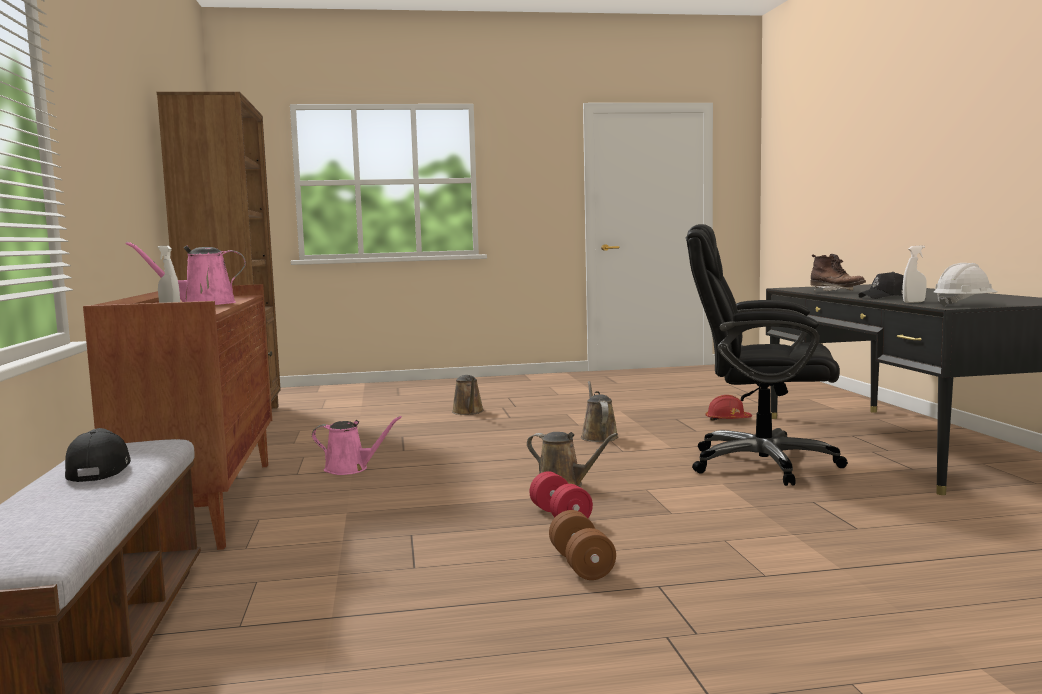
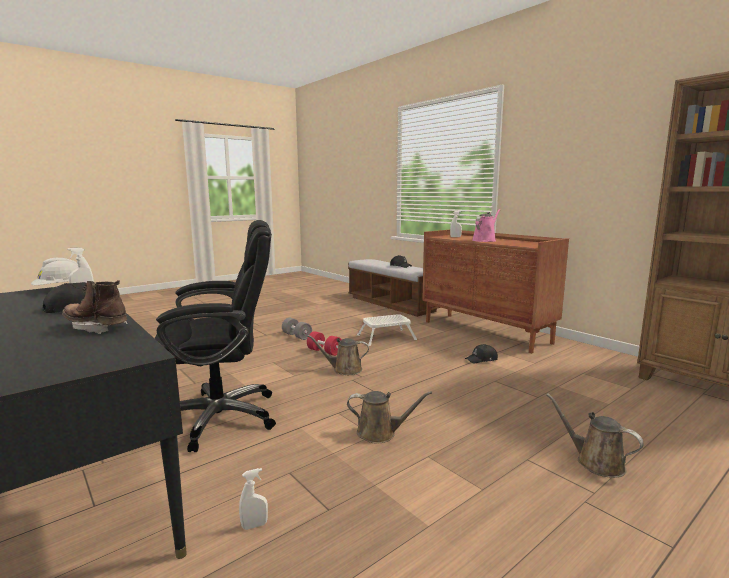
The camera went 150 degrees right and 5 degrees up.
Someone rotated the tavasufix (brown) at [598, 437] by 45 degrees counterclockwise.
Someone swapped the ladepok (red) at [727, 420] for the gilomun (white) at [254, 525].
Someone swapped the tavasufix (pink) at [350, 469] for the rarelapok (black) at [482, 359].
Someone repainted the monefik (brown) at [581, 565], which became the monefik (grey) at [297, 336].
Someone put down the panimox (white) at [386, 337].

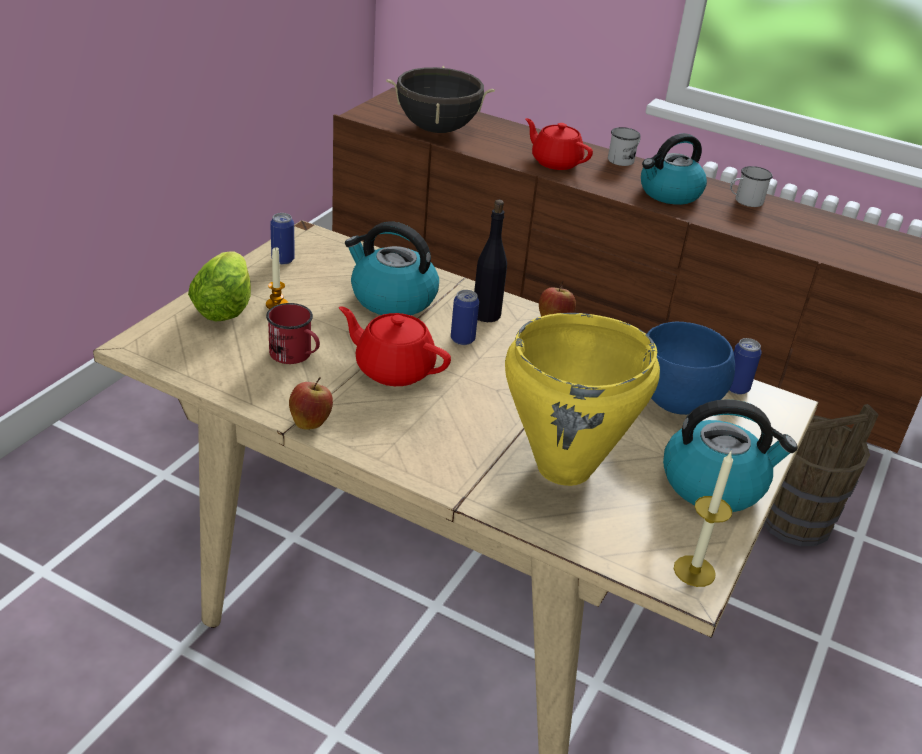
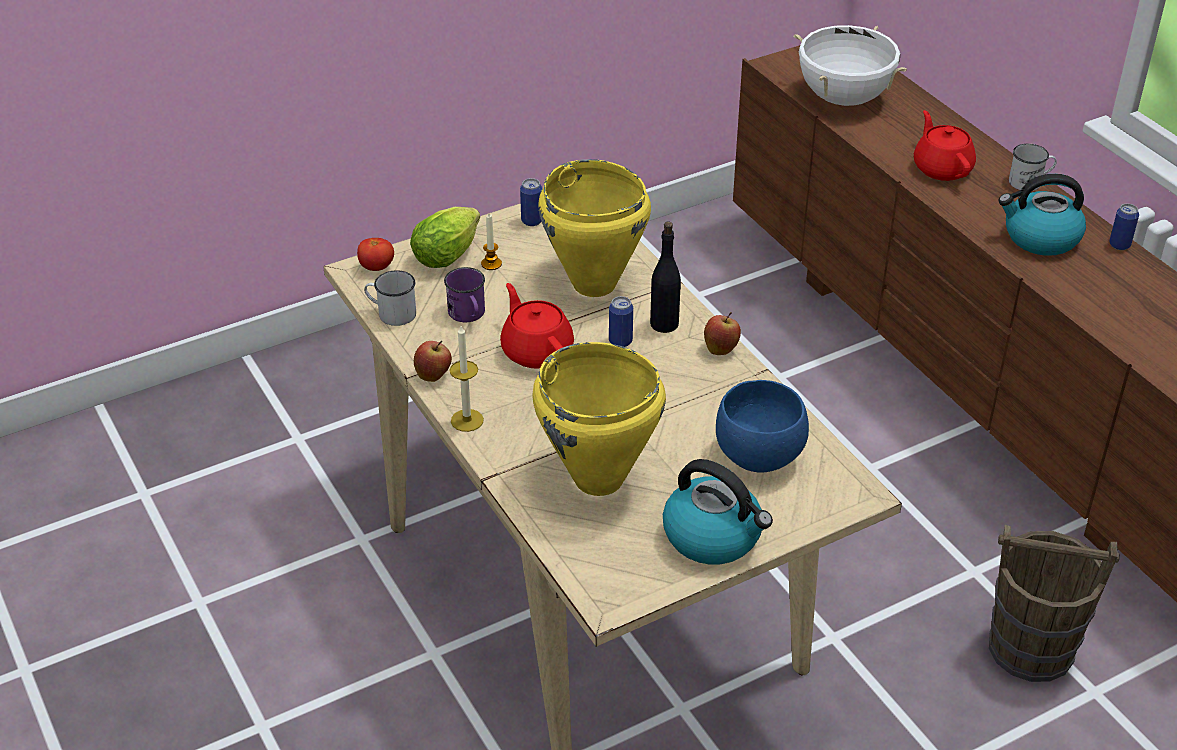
The camera went 35 degrees right and 5 degrees up.
Someone repainted the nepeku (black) at [437, 129], which became the nepeku (white) at [843, 98].
Someone carried the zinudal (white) from [744, 201] to [391, 313].
Someone swapped the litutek at [392, 298] for the nepeku (yellow) at [594, 284].
Someone repainted the zinudal (red) at [295, 355], which became the zinudal (purple) at [468, 315].
Someone carried the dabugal from [736, 388] to [1119, 245].
Someone carried the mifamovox from [694, 571] to [467, 420].
Someone put down the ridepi at [377, 267].

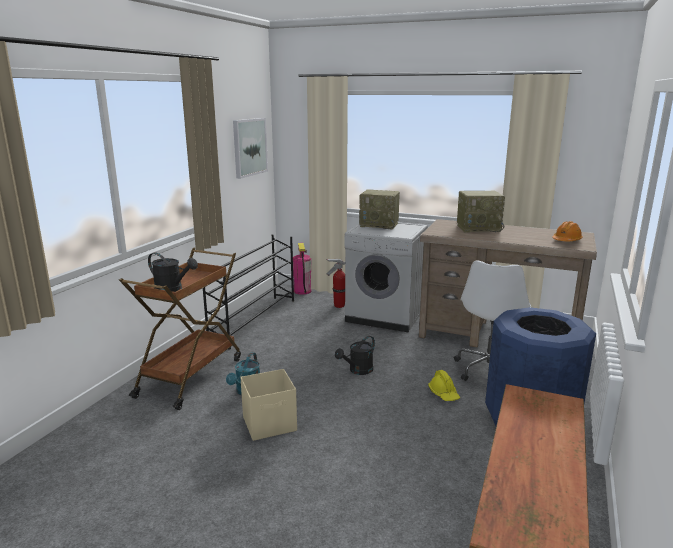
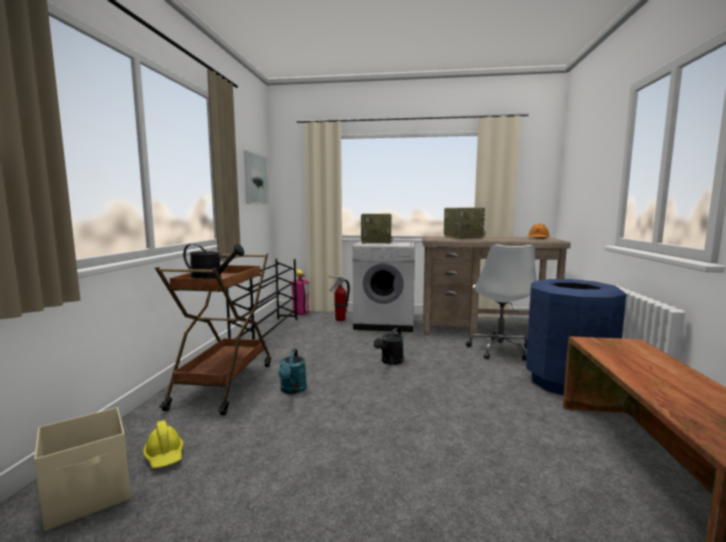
The camera went 15 degrees left and 10 degrees down.
Someone carried the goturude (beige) from [270, 424] to [90, 495].
Someone carried the ladepok (yellow) from [444, 394] to [164, 456].

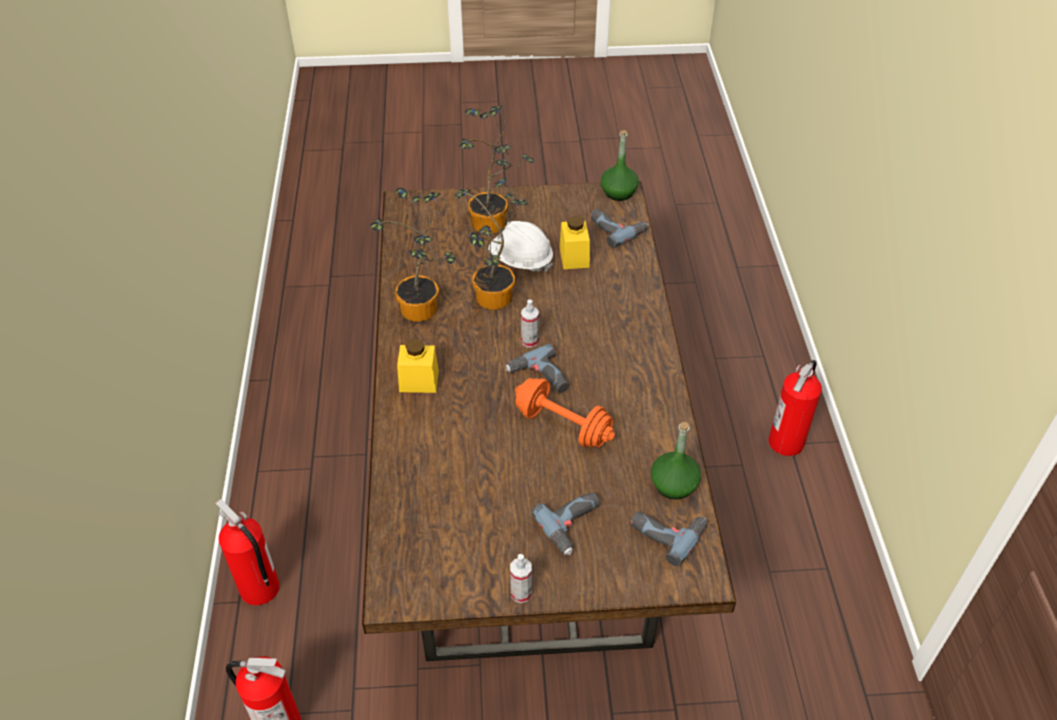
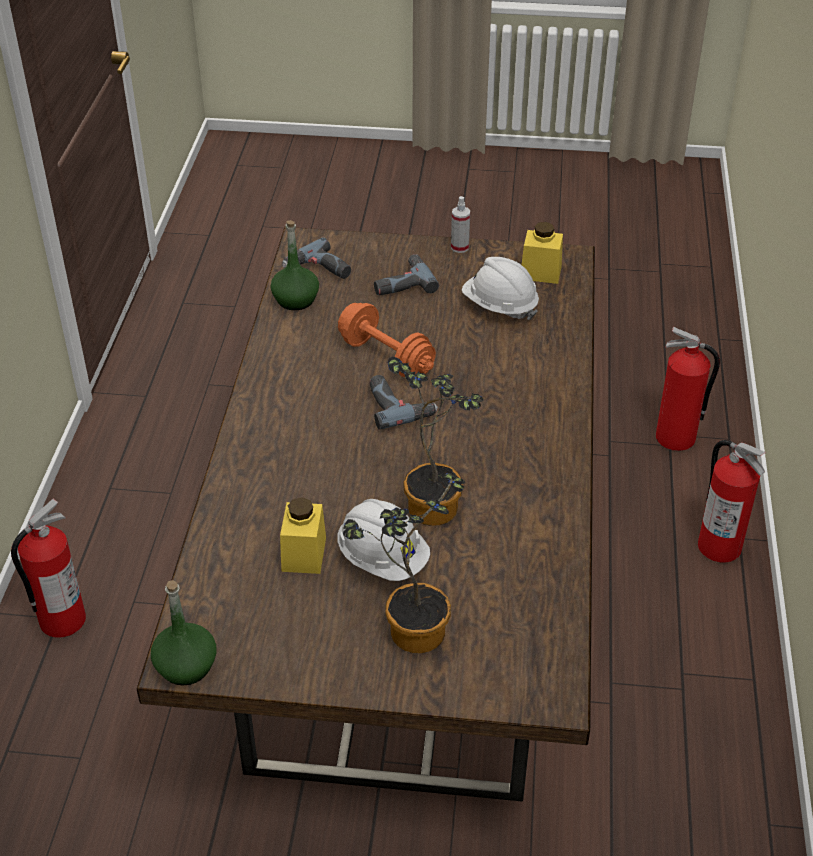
The camera went 170 degrees left and 5 degrees down.
Someone took away the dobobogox at [423, 312].
Someone took away the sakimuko at [616, 228].
Someone took away the gilomun at [529, 341].
Someone carried the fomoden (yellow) from [419, 381] to [540, 272].
Someone put down the ladepok (white) at [499, 306].

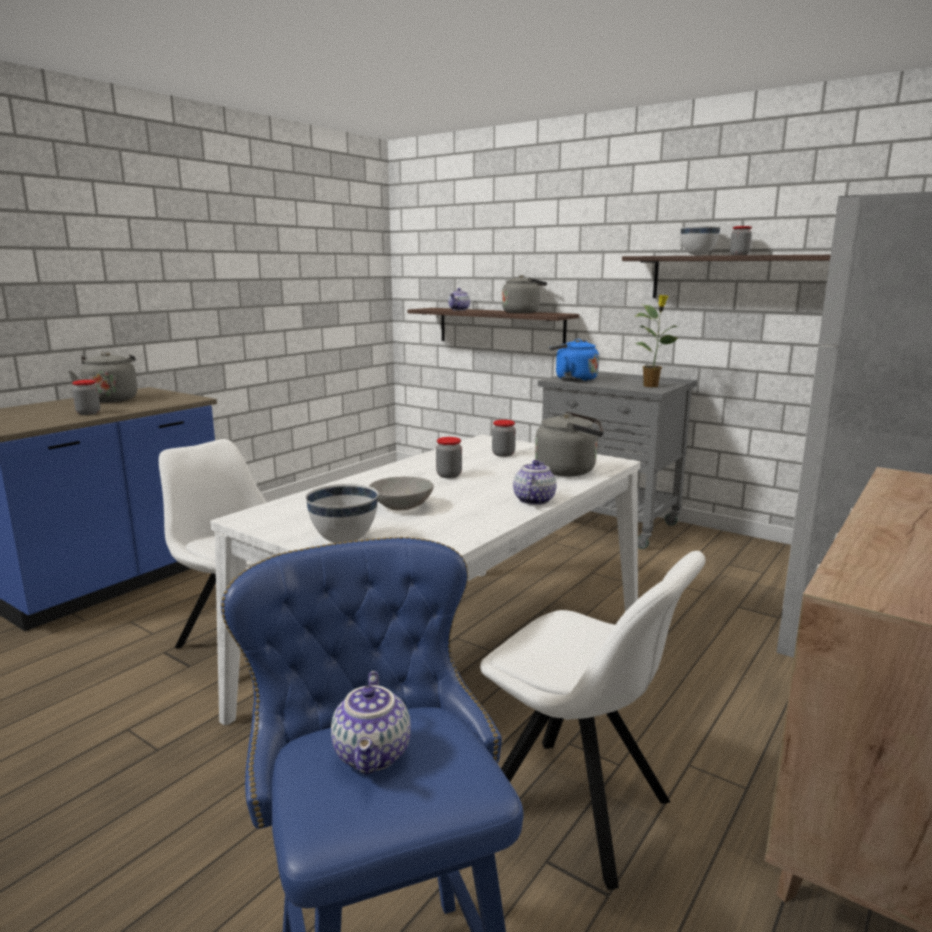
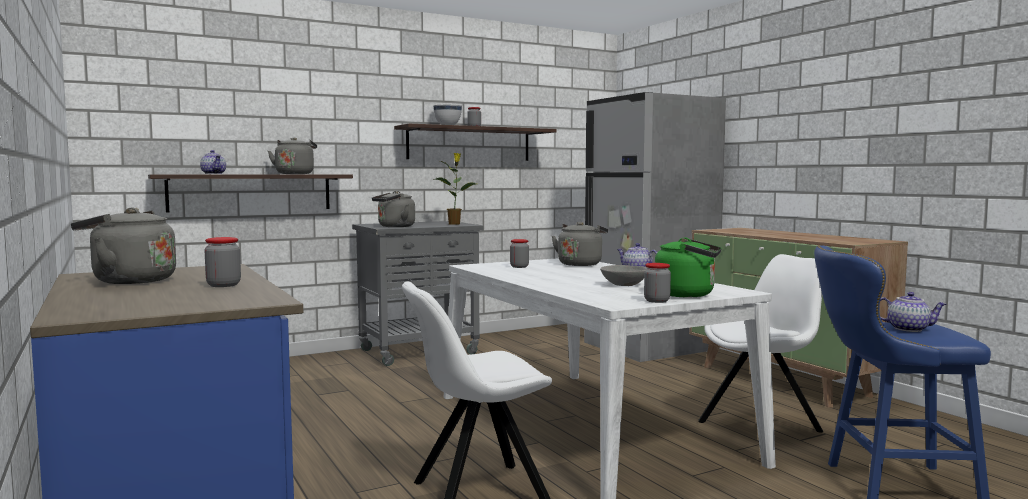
The camera went 65 degrees left and 10 degrees down.
Someone repainted the litutek (blue) at [573, 379], which became the litutek (grey) at [394, 226].
Someone carried the fomoden from [449, 475] to [656, 301].
Someone swapped the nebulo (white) at [344, 541] for the litutek (green) at [688, 294].

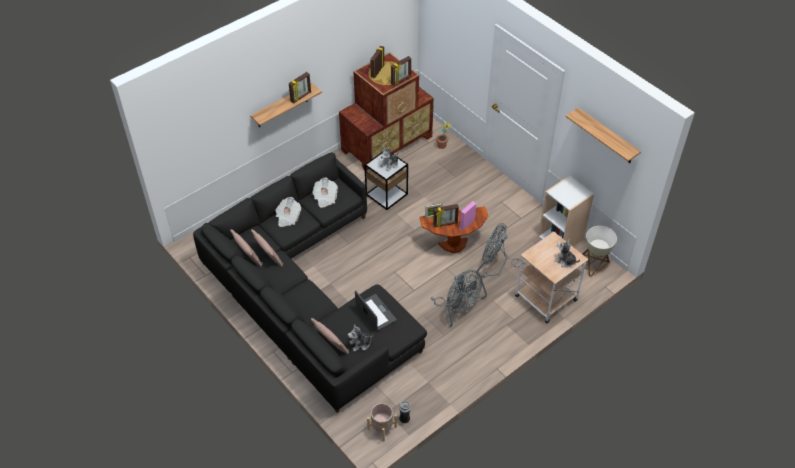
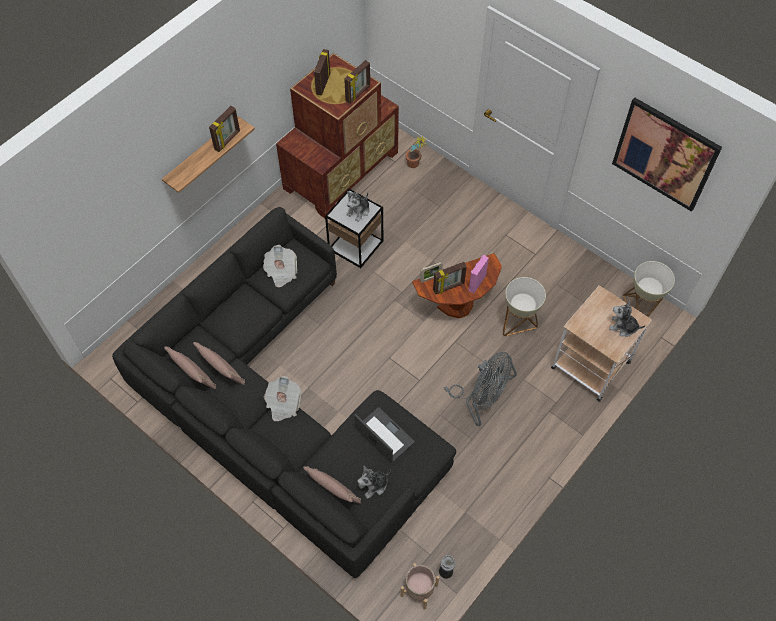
The camera went 10 degrees left and 10 degrees up.
Someone swapped the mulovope at [607, 137] for the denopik at [665, 154].
Someone took away the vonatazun at [561, 237].
Someone carried the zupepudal from [288, 217] to [283, 404].
Someone swapped the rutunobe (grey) at [497, 262] for the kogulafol at [518, 323].

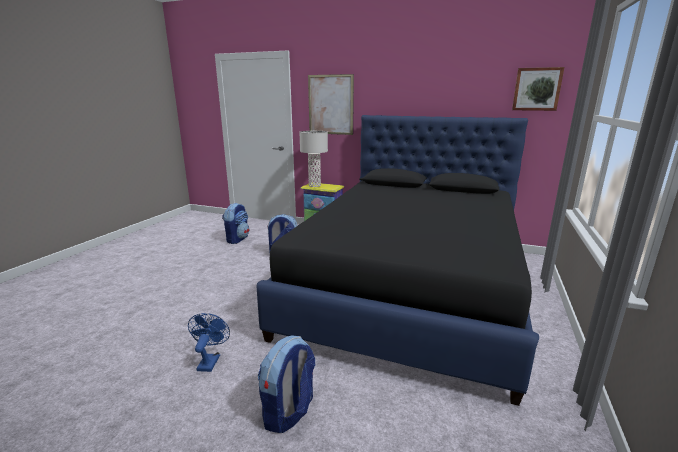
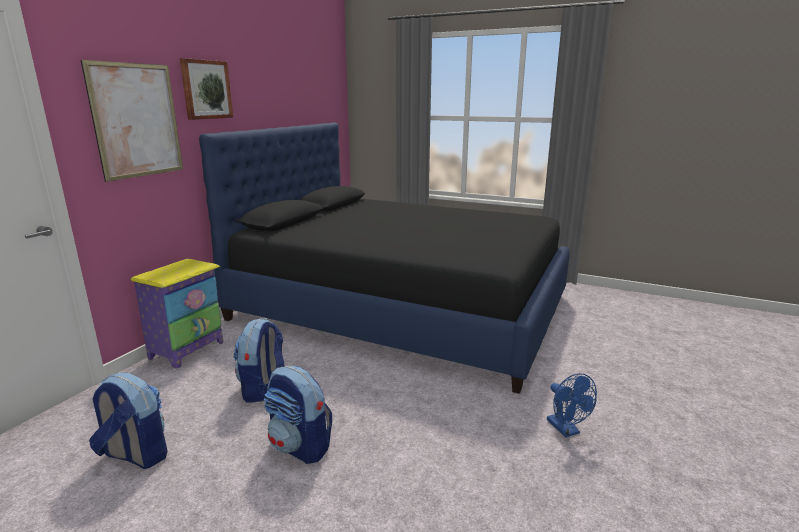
The camera went 85 degrees left and 0 degrees up.
Someone carried the denopik from [536, 89] to [206, 89].
Someone took away the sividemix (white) at [315, 185].
Someone rotated the rutunobe (blue) at [210, 360] by 120 degrees counterclockwise.
Someone carried the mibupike from [289, 412] to [300, 446].

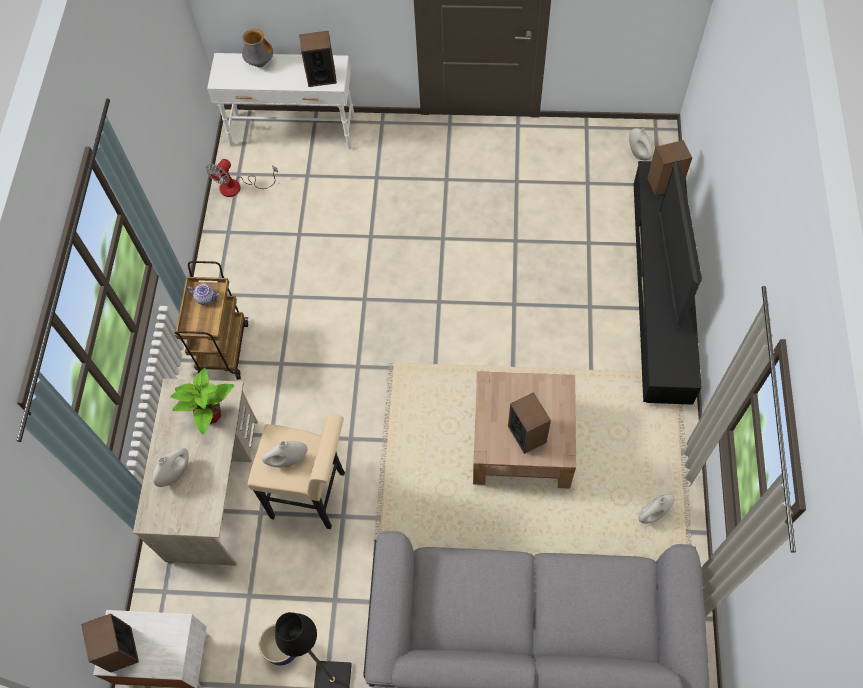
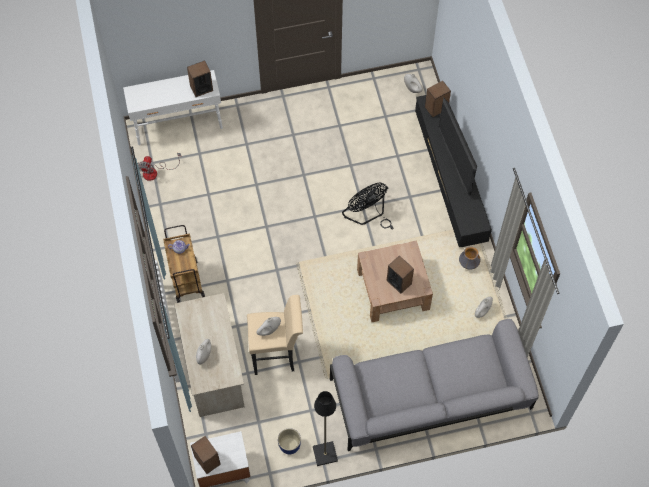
The camera went 20 degrees left and 0 degrees up.
Someone carried the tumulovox from [260, 63] to [468, 264].
Someone took away the dobobogox at [210, 415].
Someone put down the rutunobe (black) at [370, 214].

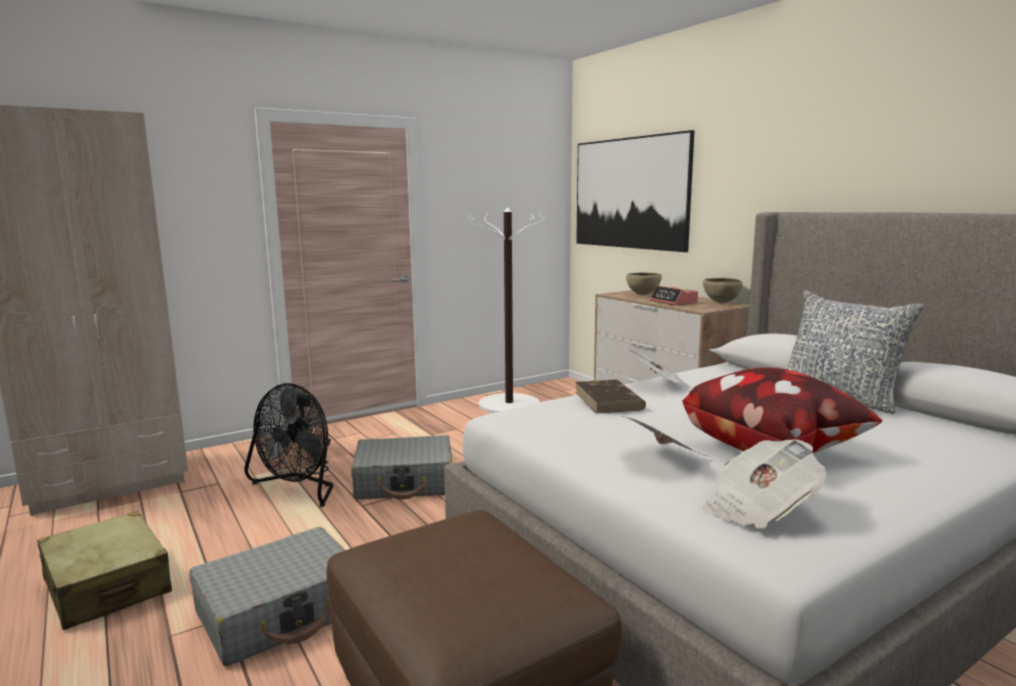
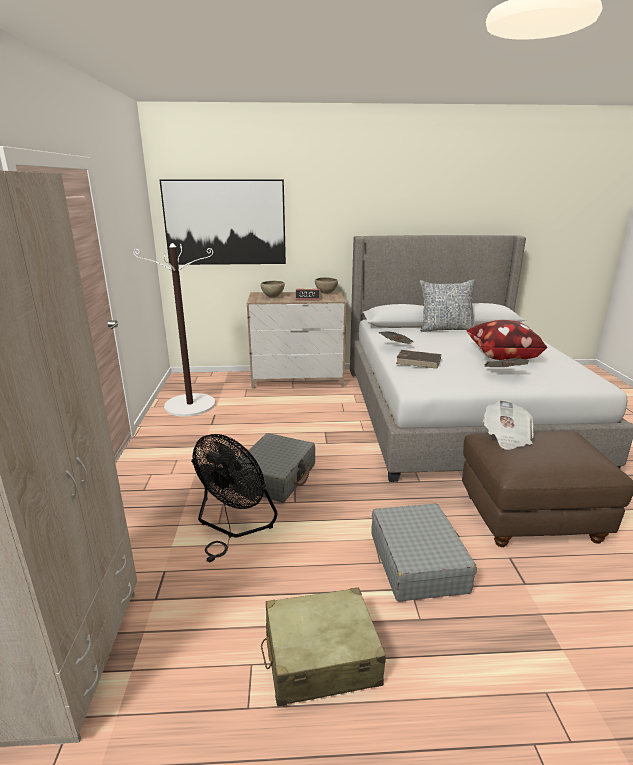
The camera went 60 degrees left and 10 degrees up.
Someone rotated the rutunobe (black) at [300, 486] by 120 degrees counterclockwise.
Someone carried the zupepudal from [758, 509] to [506, 437].

